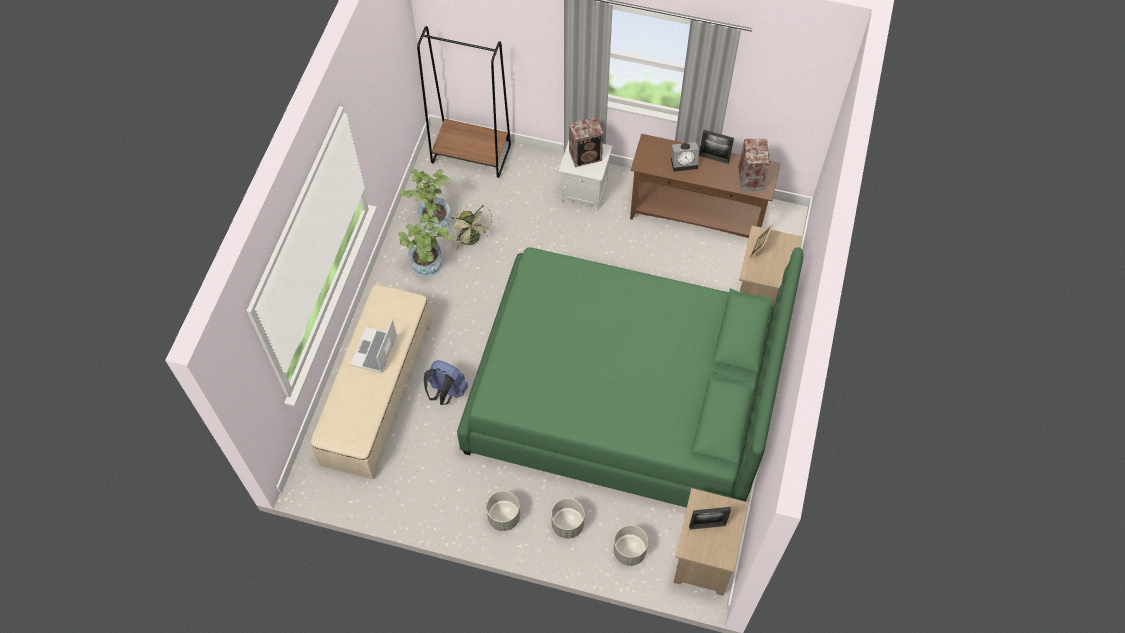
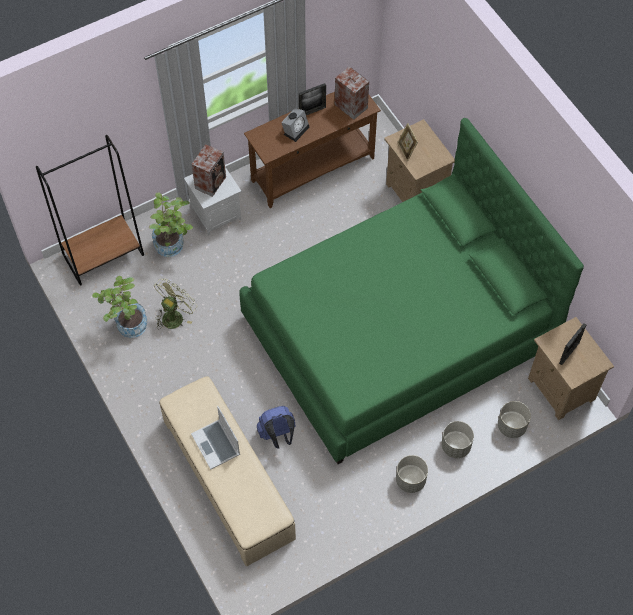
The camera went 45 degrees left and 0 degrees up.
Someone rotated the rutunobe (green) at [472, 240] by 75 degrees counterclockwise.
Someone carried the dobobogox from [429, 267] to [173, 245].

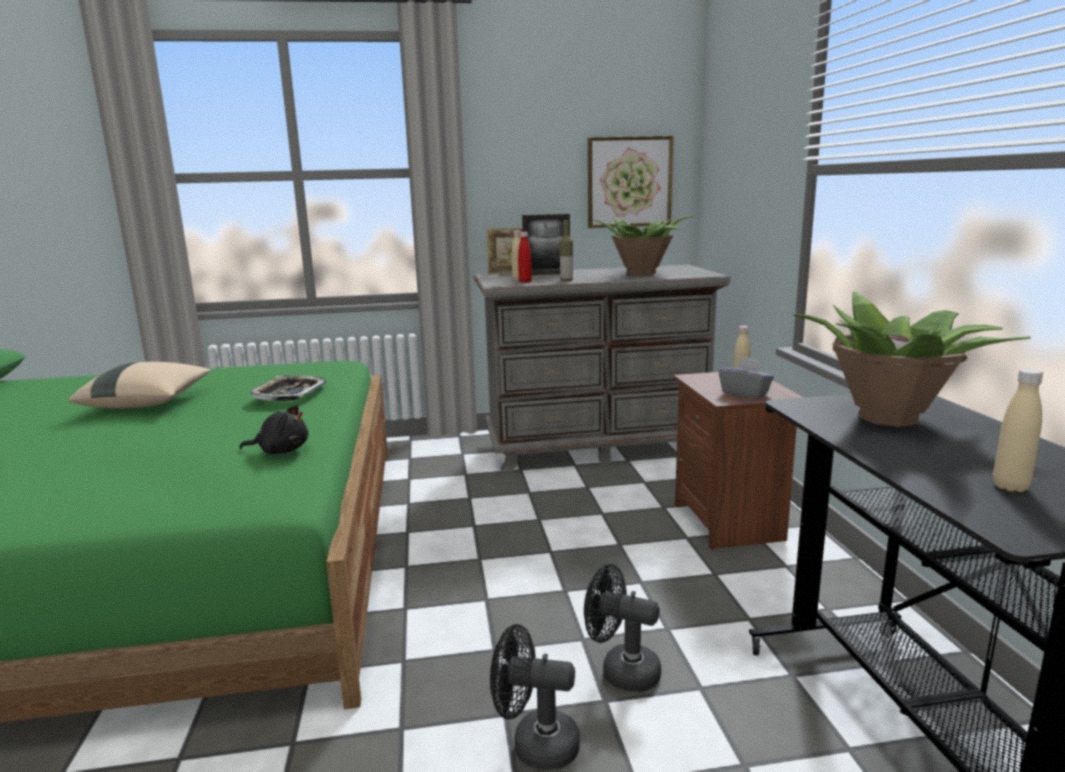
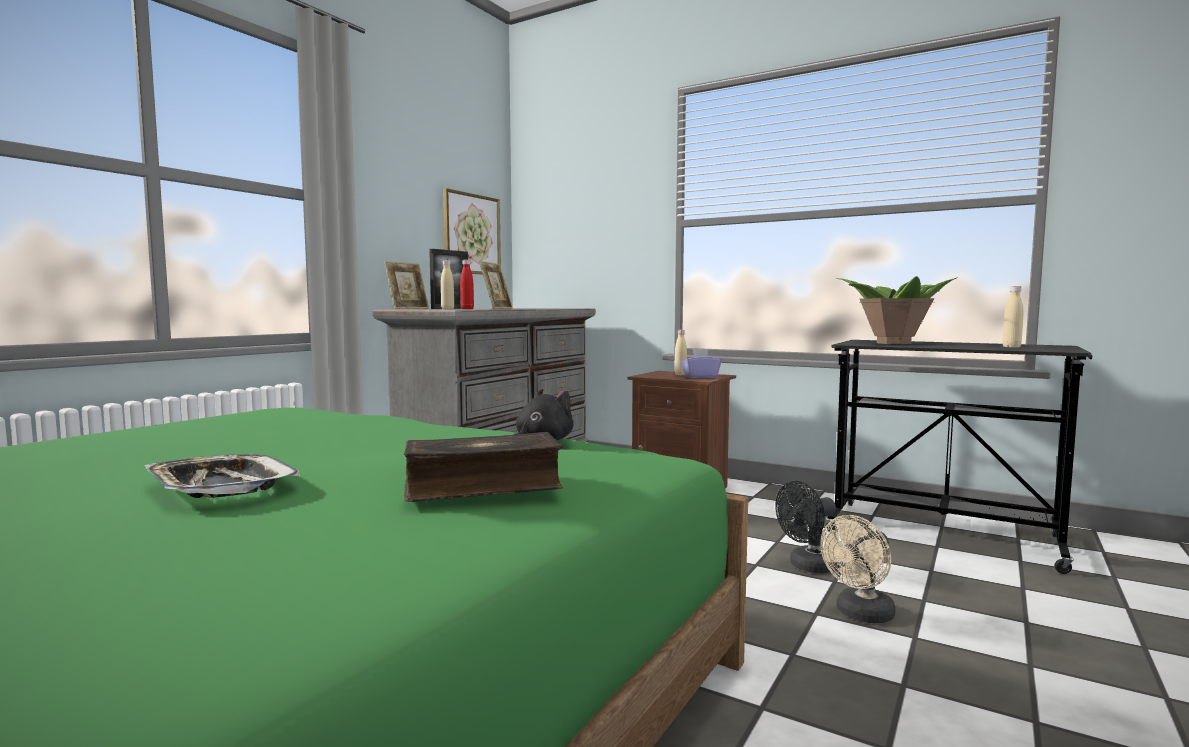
The camera went 50 degrees left and 10 degrees down.
Someone took away the dobobogox at [642, 273].
Someone swapped the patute at [566, 280] for the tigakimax at [497, 308].
Someone repainted the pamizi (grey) at [745, 393], which became the pamizi (purple) at [700, 377].
Someone took away the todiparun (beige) at [148, 403].
Someone carried the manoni from [289, 393] to [221, 486].
Someone repainted the rutunobe (black) at [535, 744], which became the rutunobe (beige) at [860, 615].
Someone put down the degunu at [482, 485].

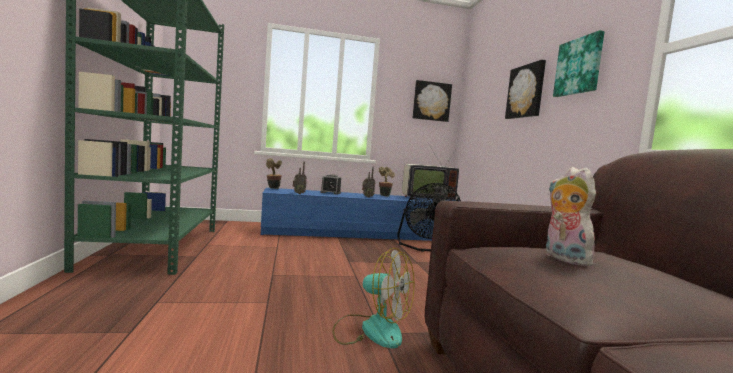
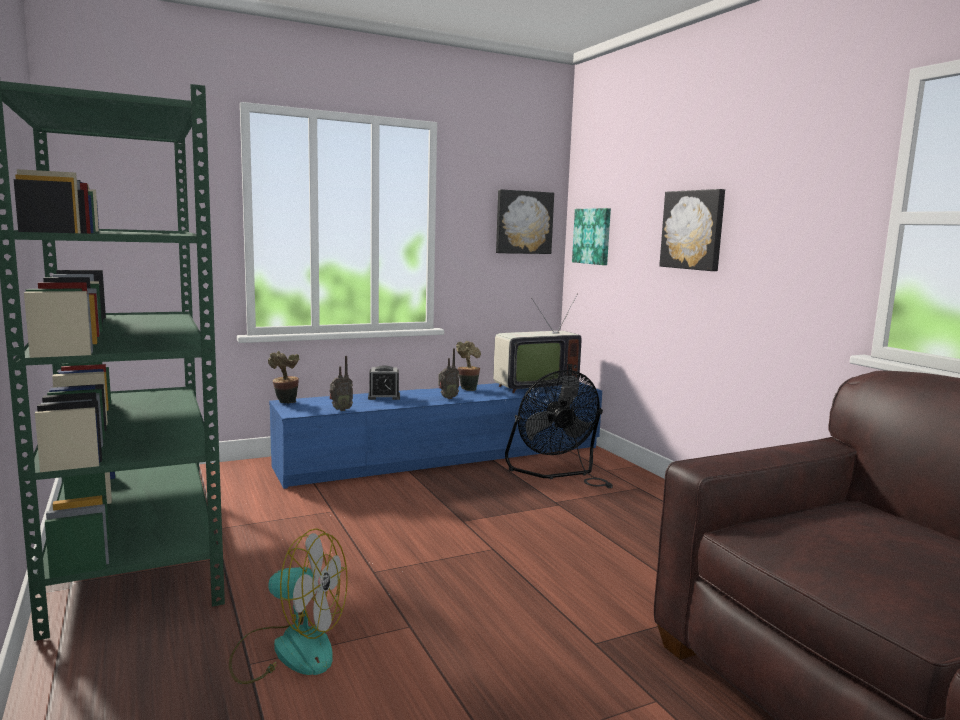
The camera went 15 degrees left and 5 degrees up.
Someone carried the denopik from [579, 66] to [593, 236].
Someone took away the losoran at [563, 258].
Someone carried the rutunobe from [371, 330] to [288, 649].

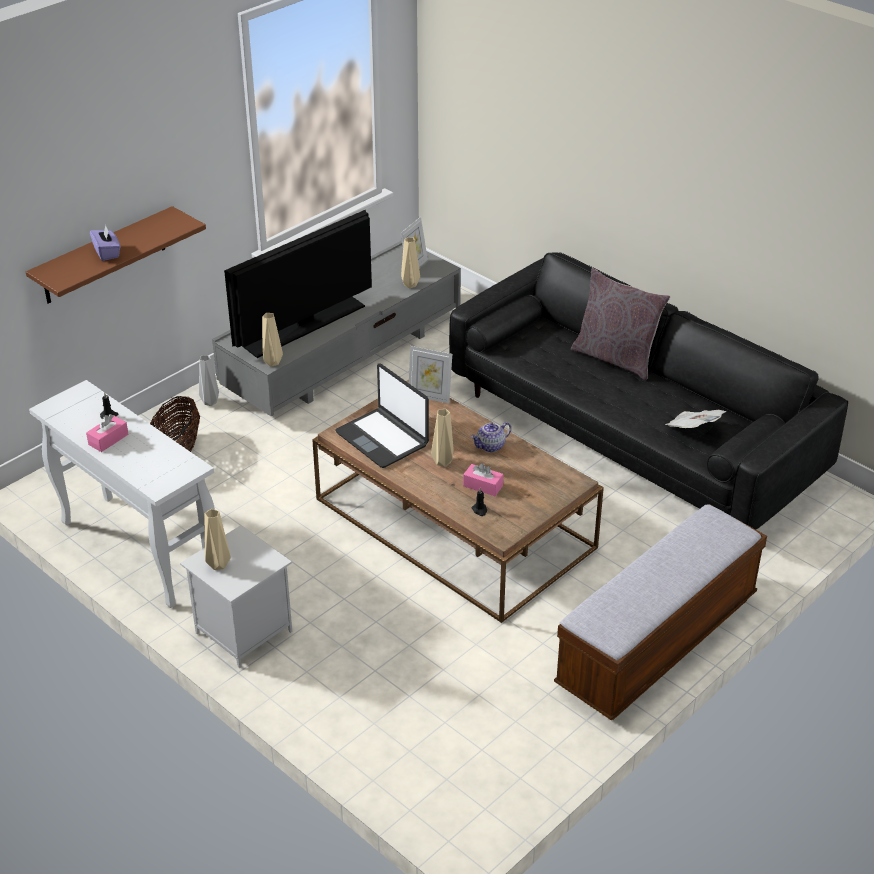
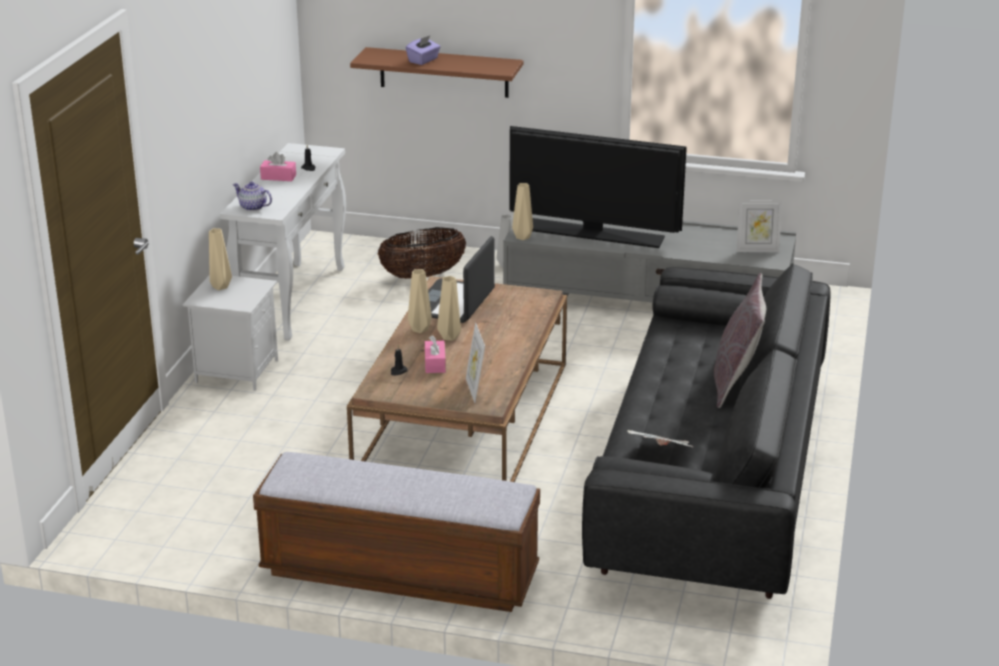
The camera went 60 degrees right and 10 degrees down.
Someone carried the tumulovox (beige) from [410, 284] to [421, 329].
Someone carried the tigakimax from [430, 396] to [475, 390].
Someone carried the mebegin from [491, 446] to [253, 207].

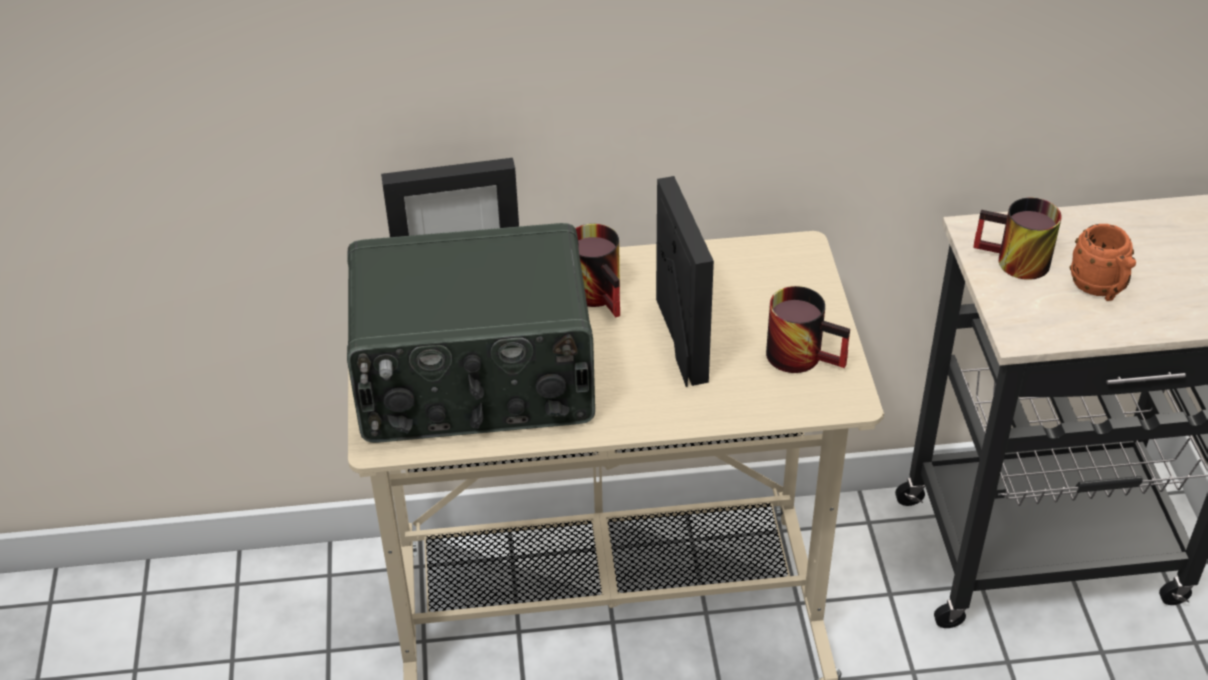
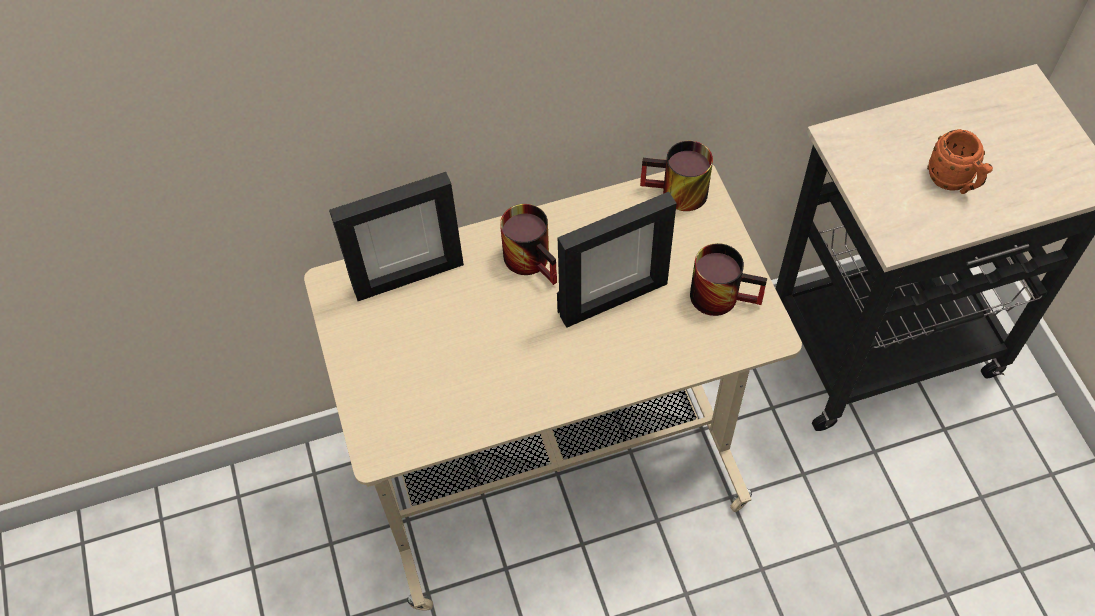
The camera went 10 degrees left and 15 degrees up.
Someone rotated the tigakimax at [678, 340] by 90 degrees clockwise.
Someone carried the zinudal from [1013, 263] to [676, 195].
Someone took away the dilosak at [475, 381].

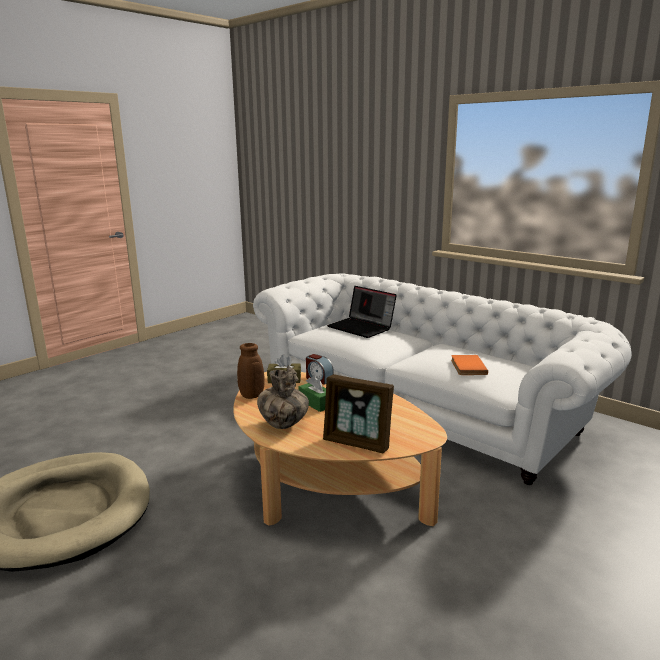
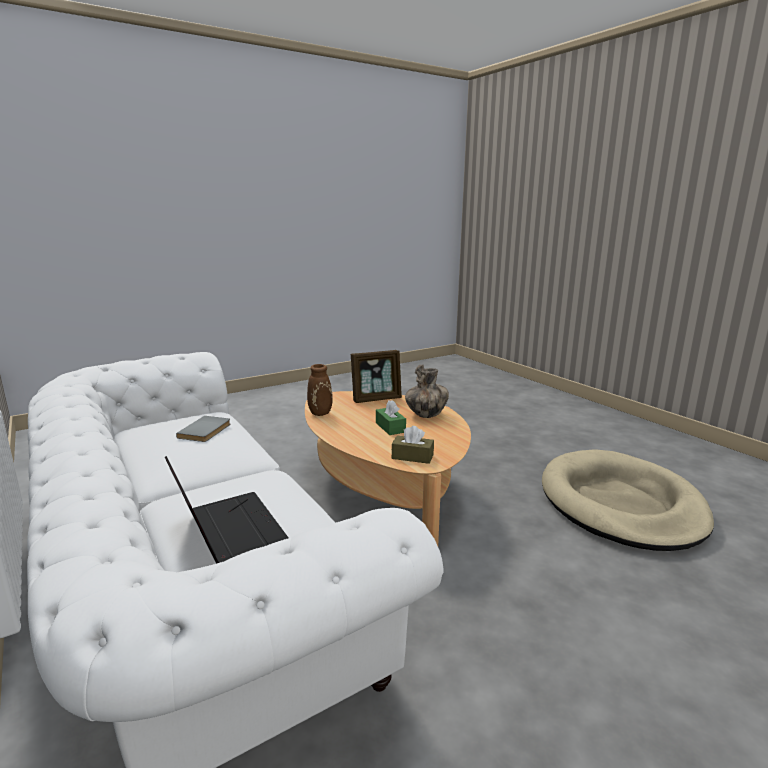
The camera went 165 degrees left and 0 degrees up.
Someone carried the tumulovox (brown) from [251, 397] to [321, 413].
Someone took away the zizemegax at [319, 379].
Someone repainted the degunu (orange) at [467, 367], which became the degunu (grey) at [206, 431].
Someone rotated the tigakimax at [357, 443] by 120 degrees clockwise.

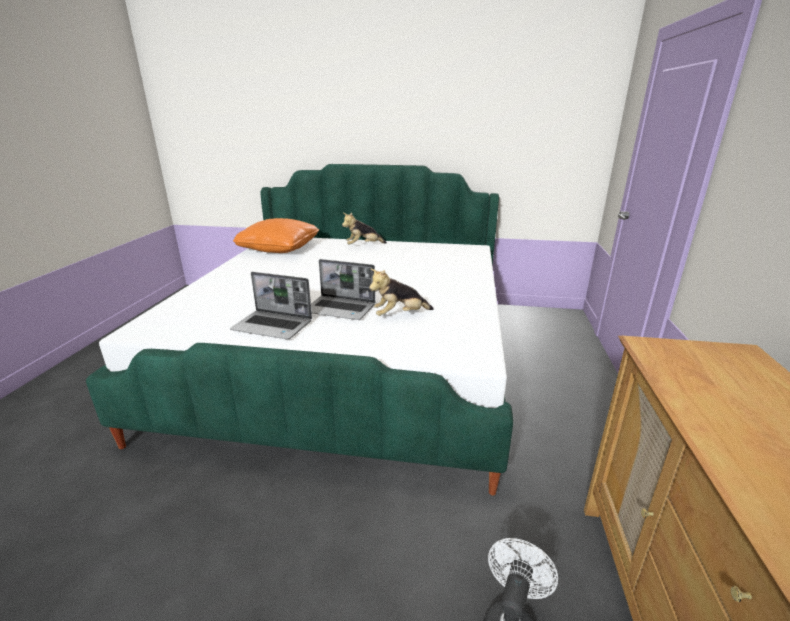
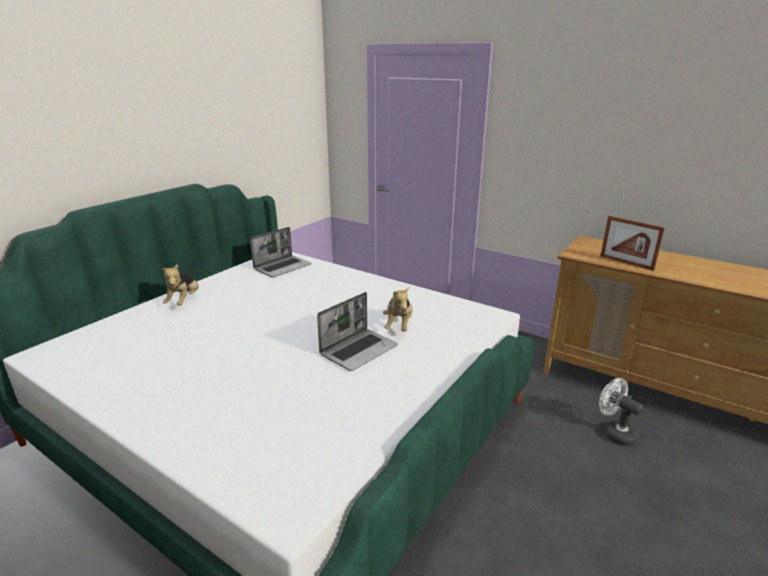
The camera went 65 degrees left and 0 degrees up.
Someone took away the todiparun (orange) at [279, 248].
Someone carried the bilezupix from [273, 326] to [283, 267].
Someone put down the tigakimax at [626, 263].

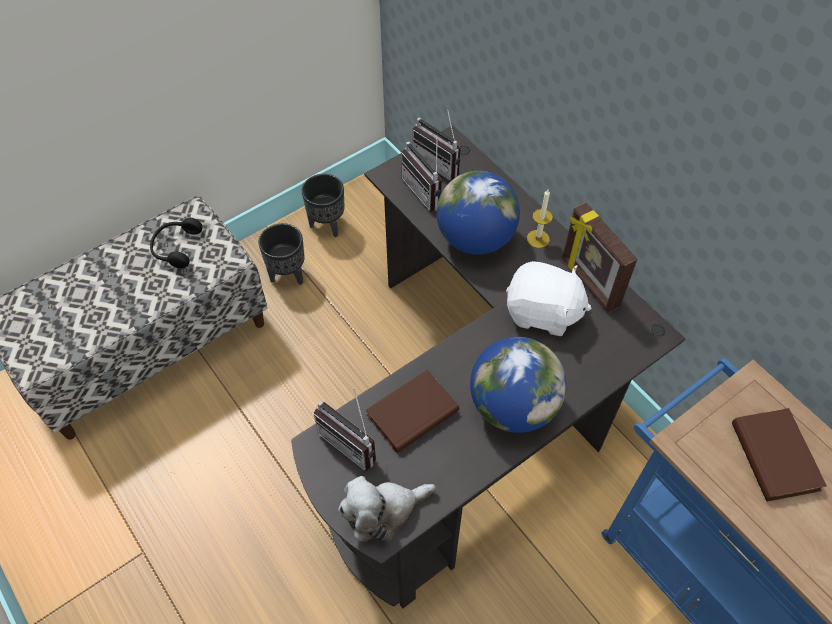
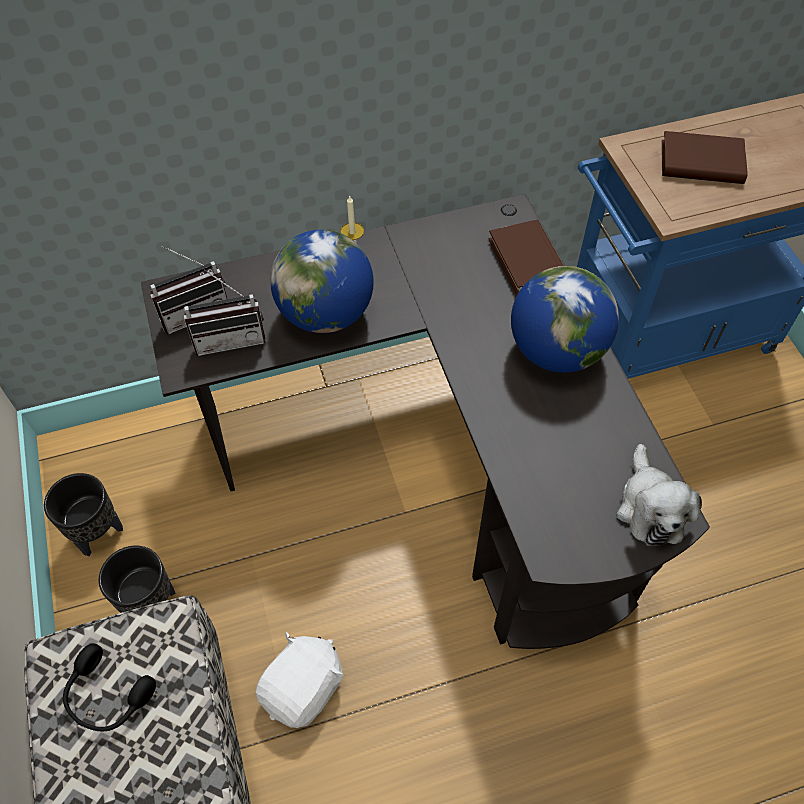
The camera went 70 degrees left and 0 degrees up.
Someone took away the tigakimax at [589, 283].
Someone carried the losoran (white) from [542, 313] to [304, 689].
Someone carried the degunu (brown) from [412, 413] to [527, 260].
Someone took away the dilosak at [353, 442].

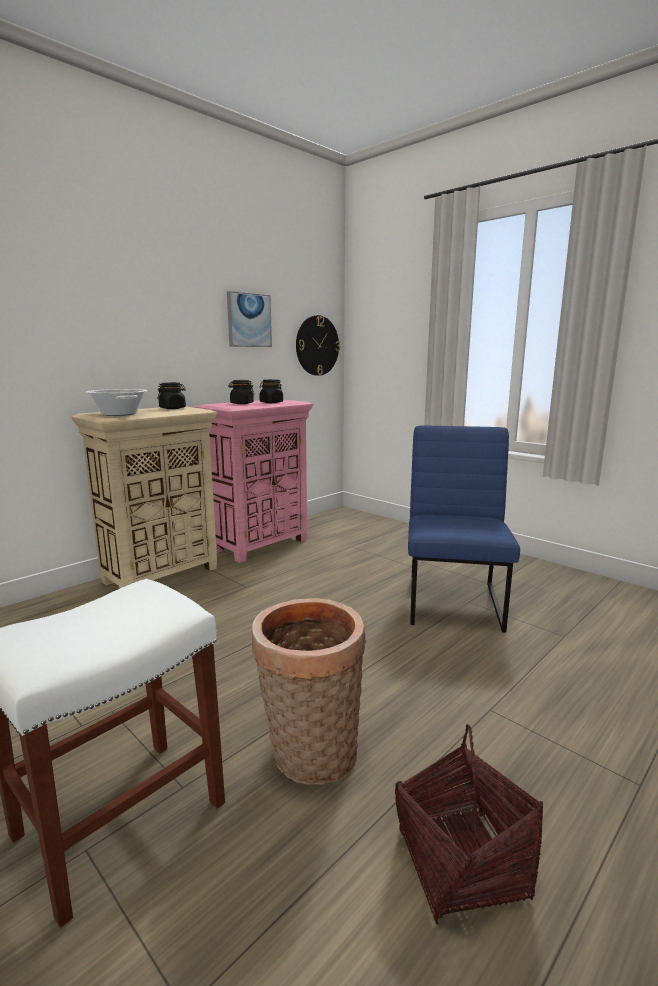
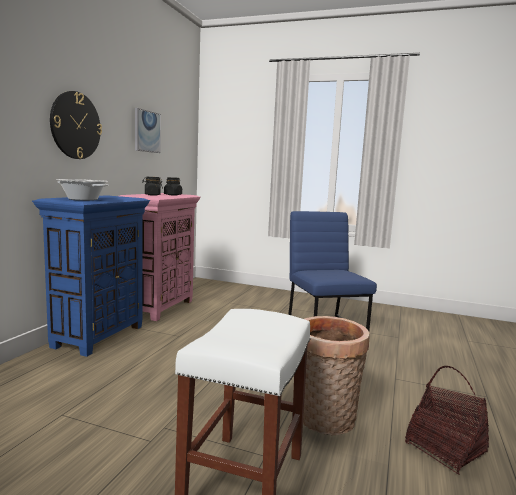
The camera went 25 degrees left and 5 degrees down.
Someone carried the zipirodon from [317, 345] to [75, 125].
Someone took away the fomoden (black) at [172, 408].
Someone repainted the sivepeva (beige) at [161, 574], which became the sivepeva (blue) at [98, 336].

